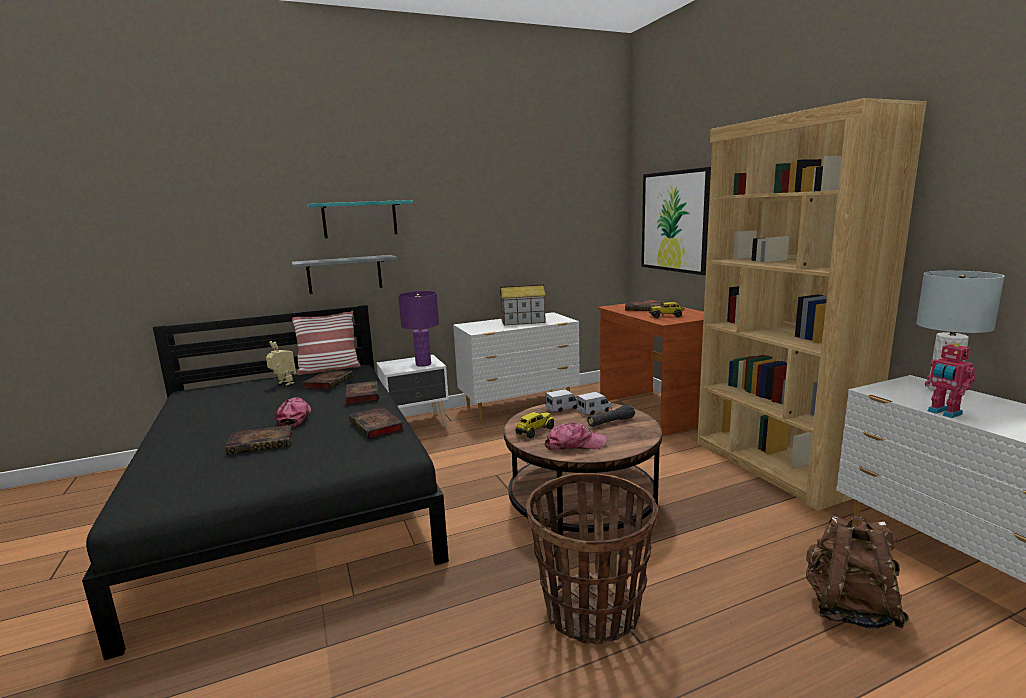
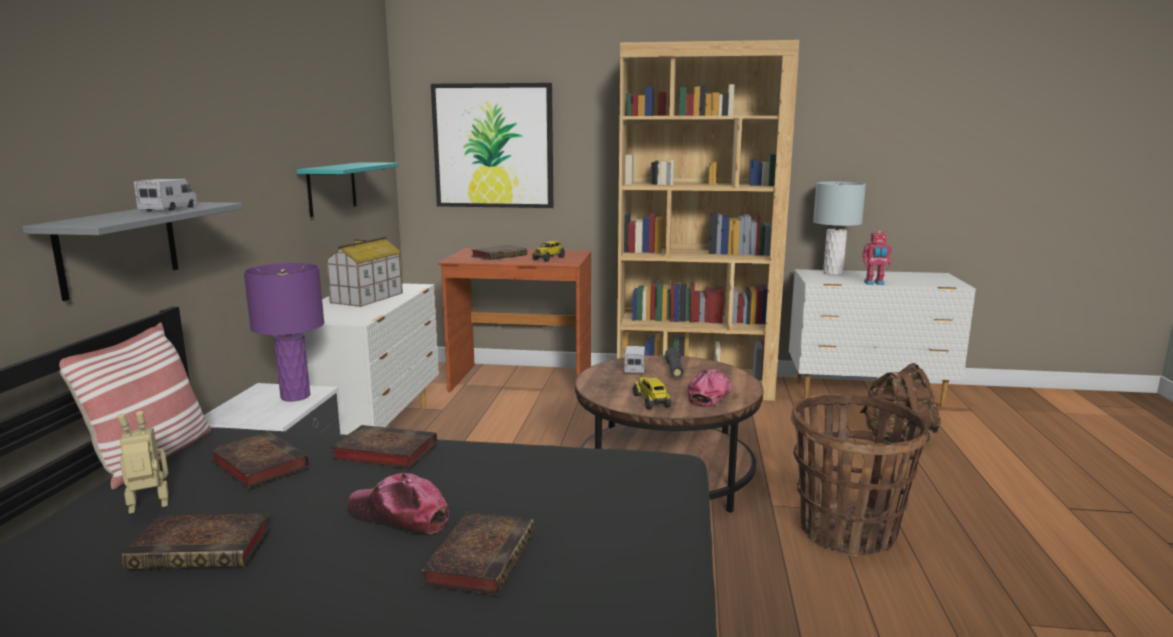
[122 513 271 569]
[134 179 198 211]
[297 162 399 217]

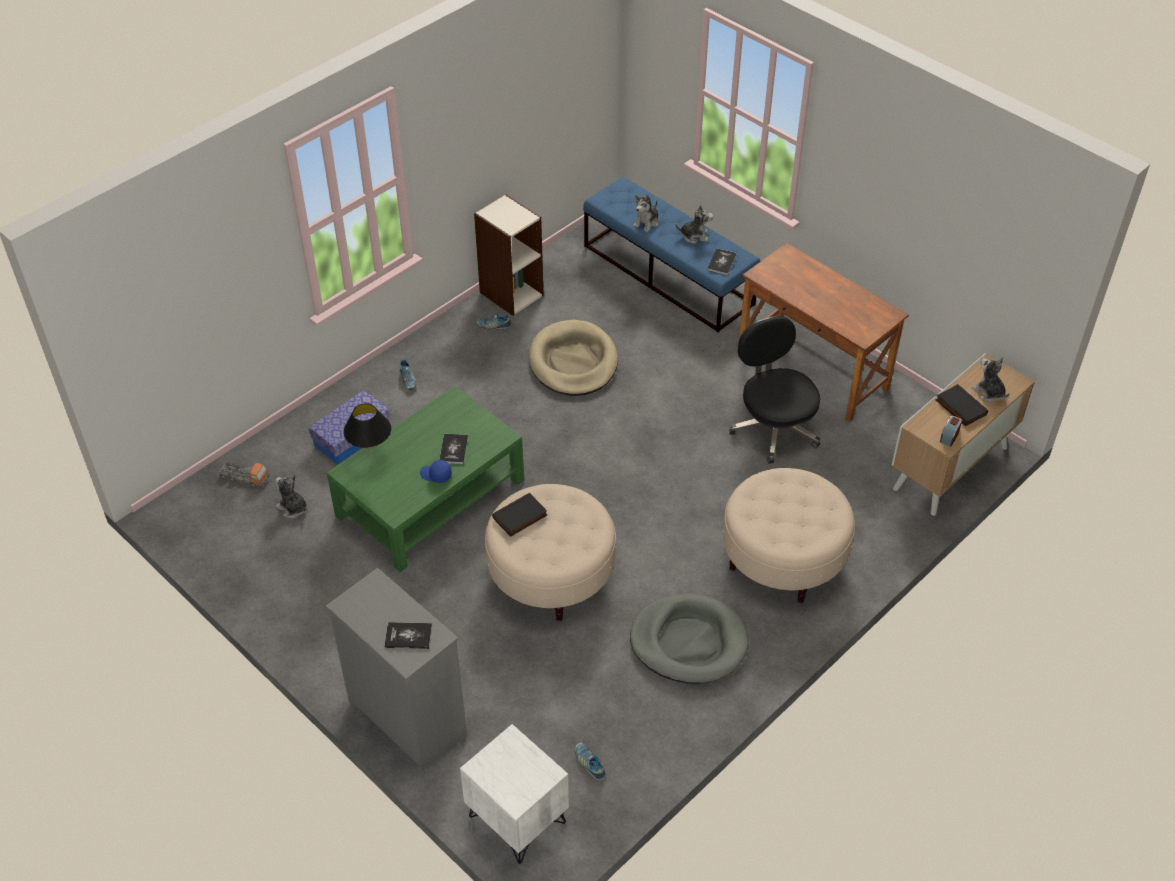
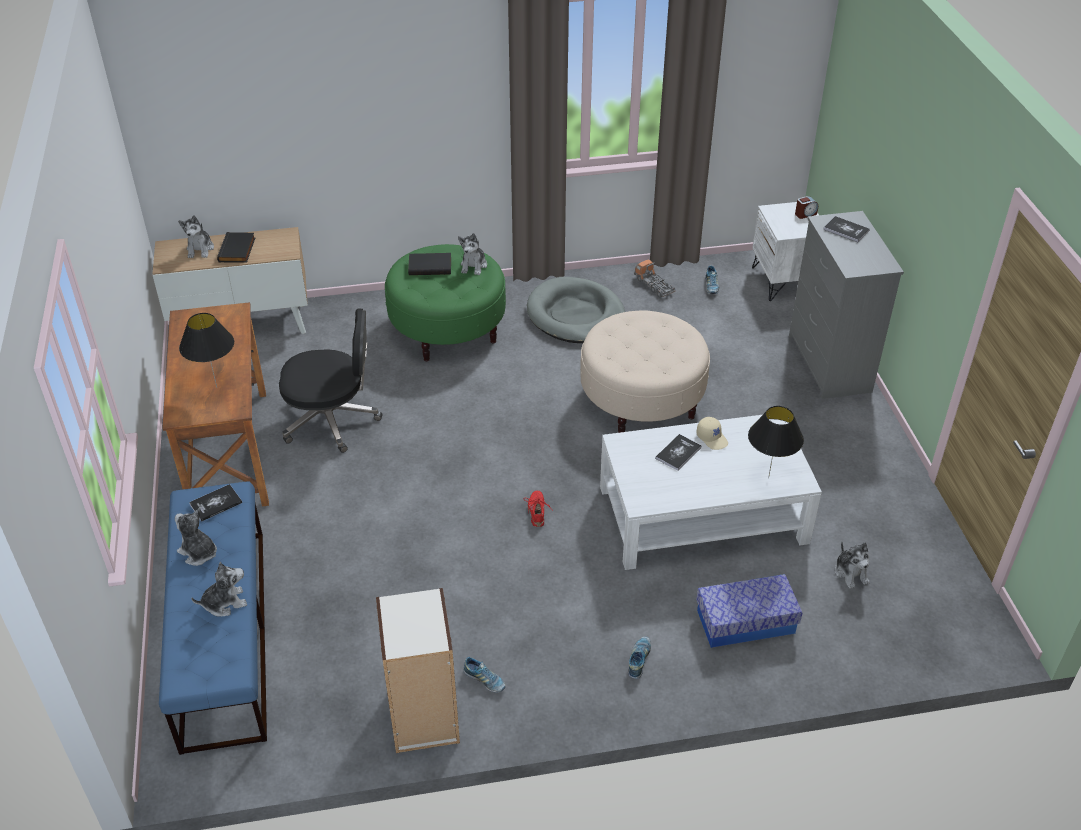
[179 313 234 387]
[279 308 383 453]
[385 244 506 361]
[408 253 451 275]
[458 233 487 275]
[525 490 550 527]
[600 415 822 570]
[634 259 676 298]
[697 417 728 450]
[795 196 818 219]
[529 320 618 396] (first image)

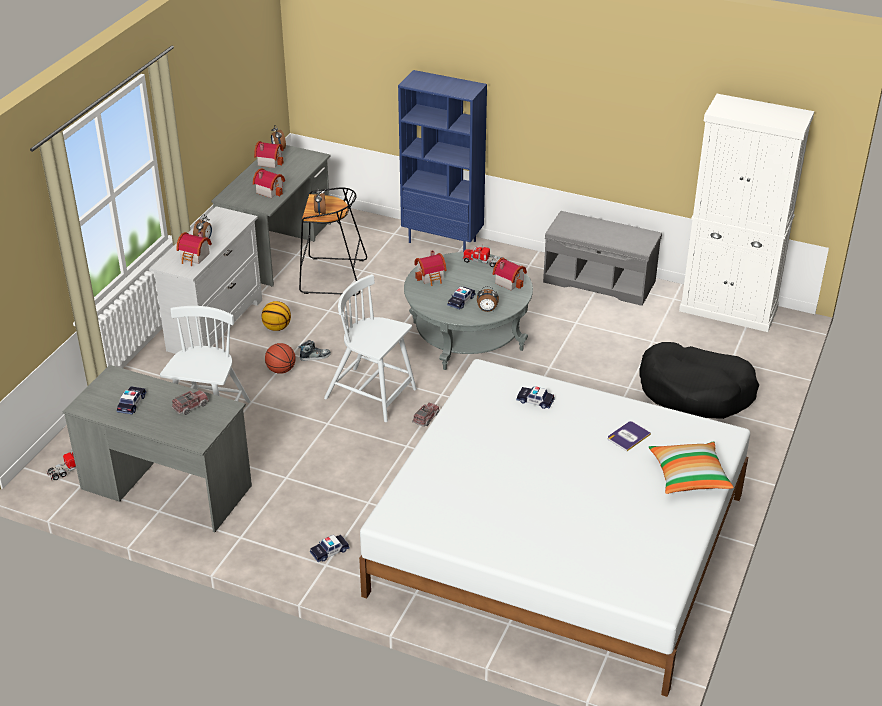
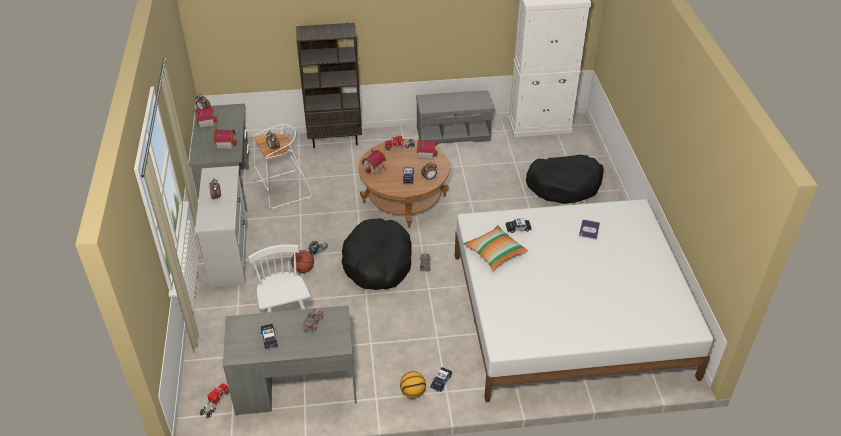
[253 124 312 209]
[296 23 362 148]
[342 218 412 290]
[358 139 450 228]
[400 371 426 398]
[463 225 528 270]
[176 232 212 266] (first image)

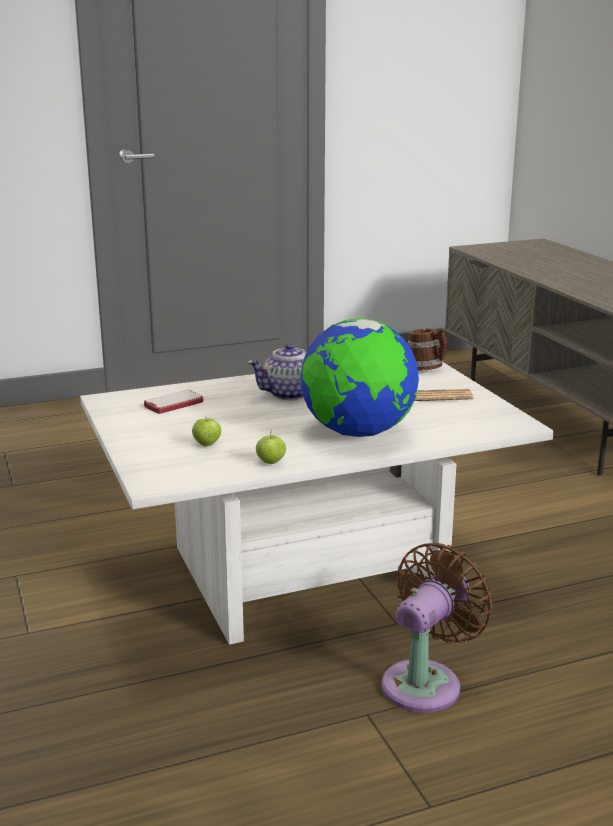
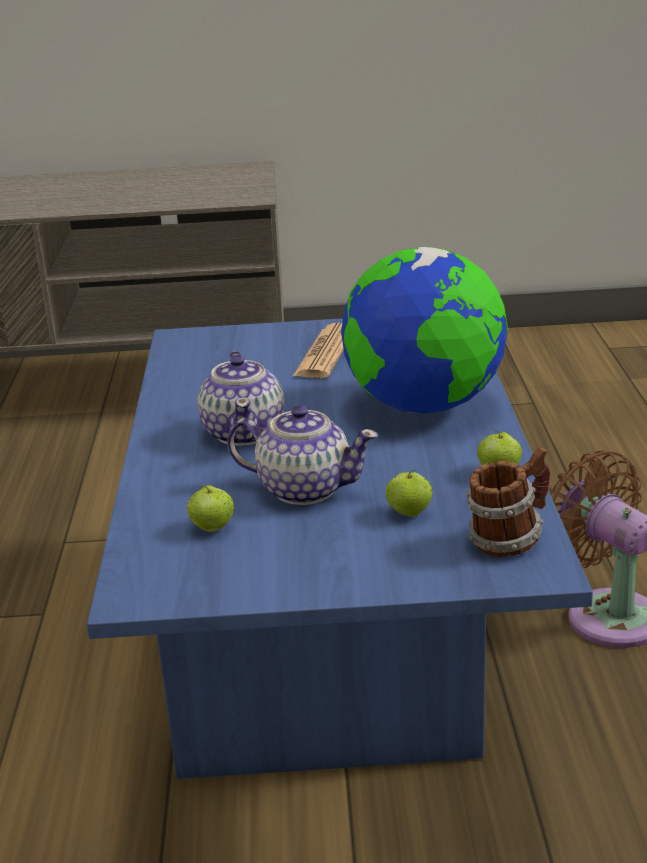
[87 318 593 779]
[187 485 234 532]
[227 405 378 505]
[466 447 550 557]

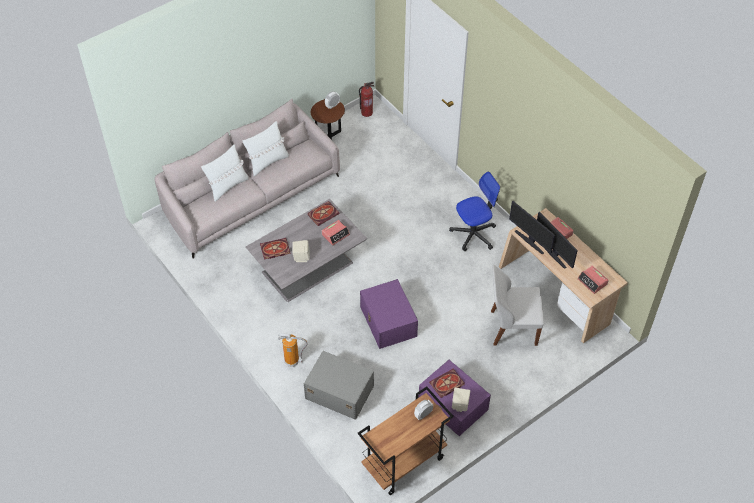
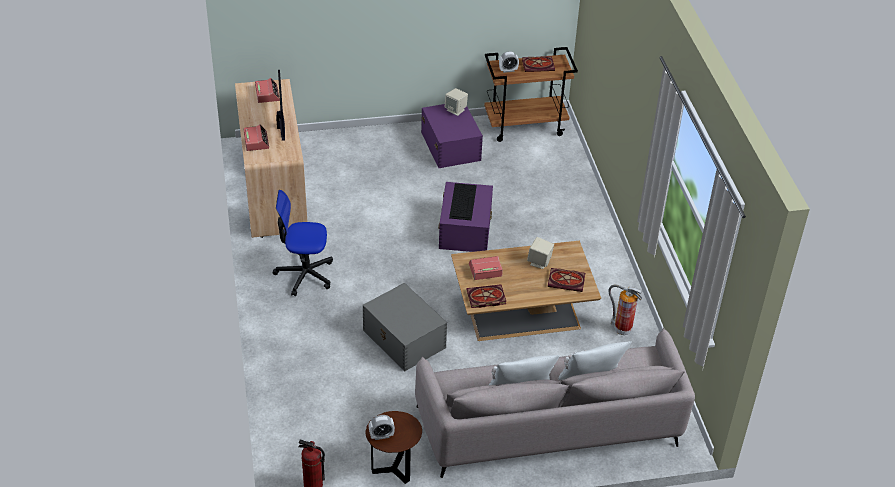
[363 283 447 371]
[449 183 477 220]
[451 241 601 341]
[522 56 555 72]
[609 285 643 335]
[491 265 544 346] (first image)
[509 201 555 254] (first image)

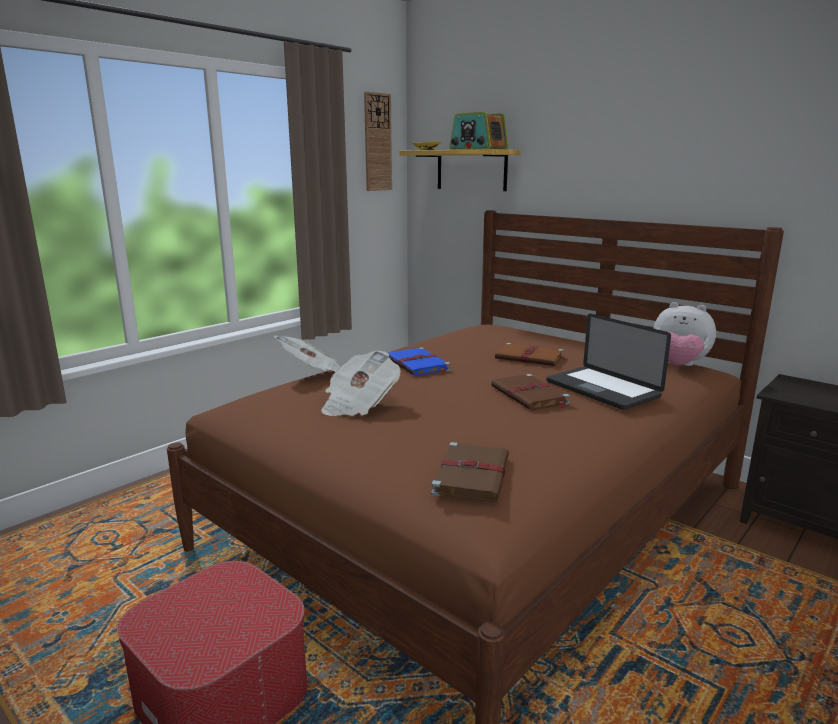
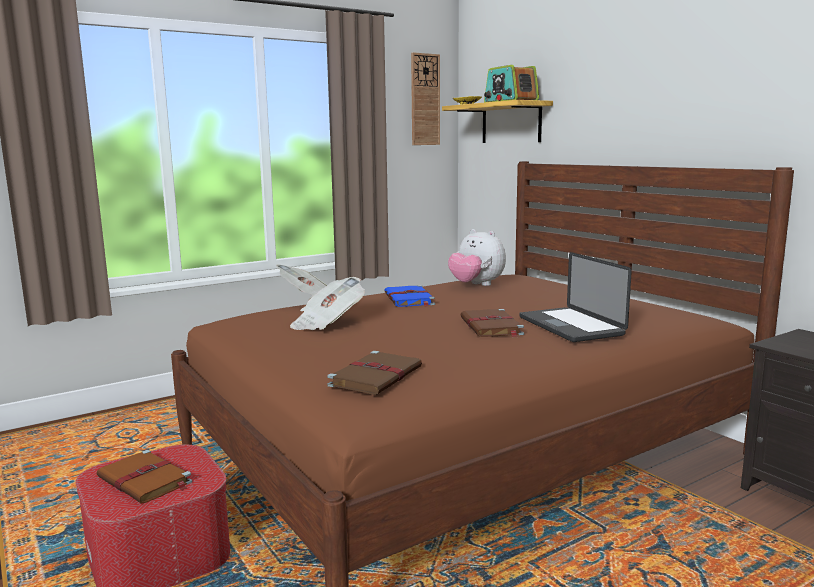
[97 450 192 503]
[448 229 506 286]

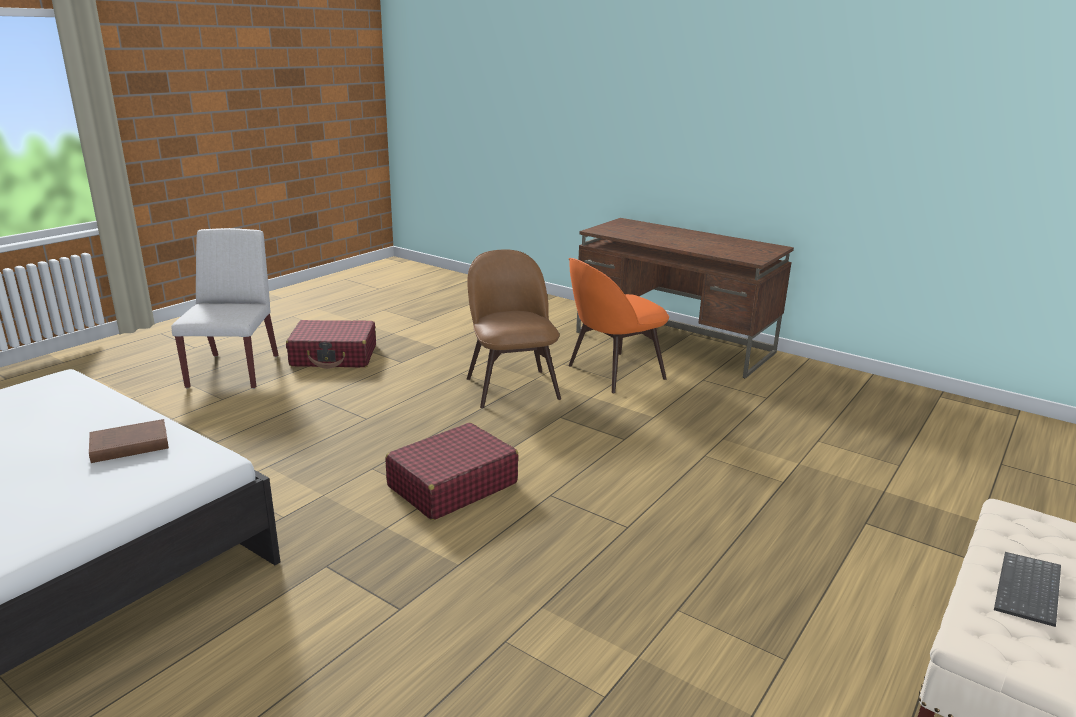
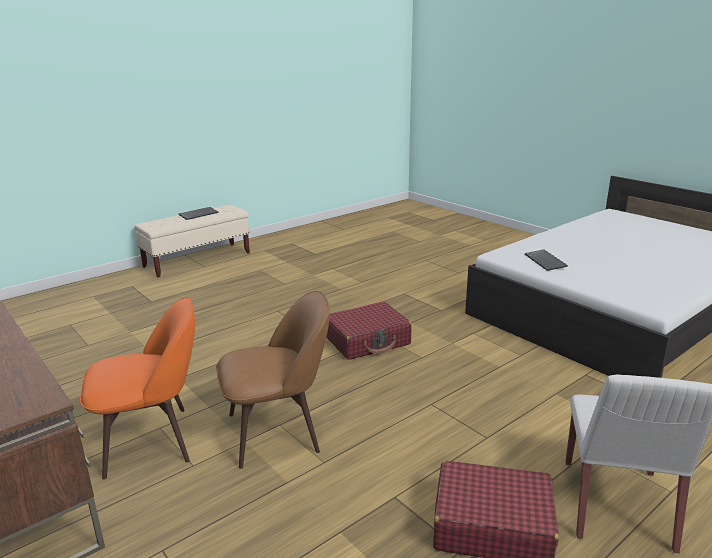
[216 291 330 469]
[525 249 568 271]

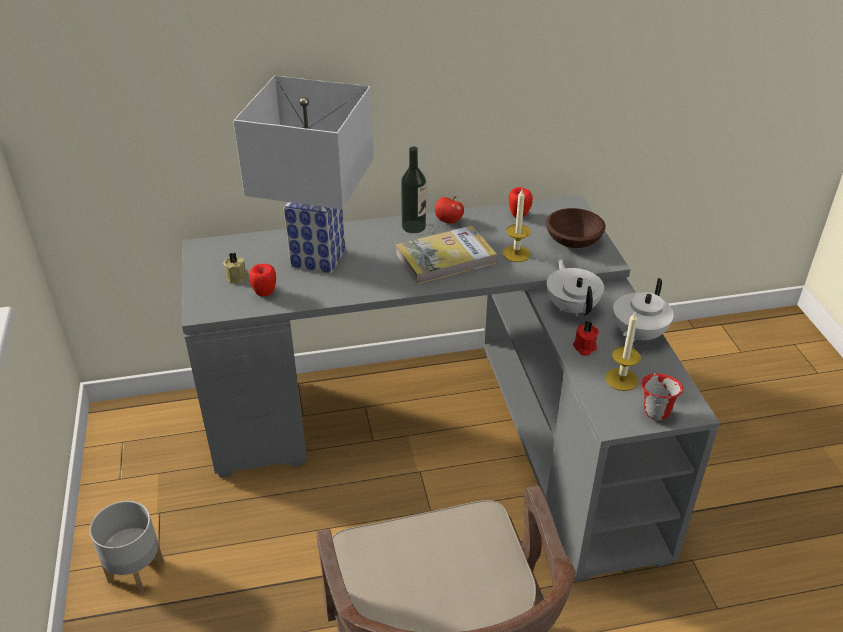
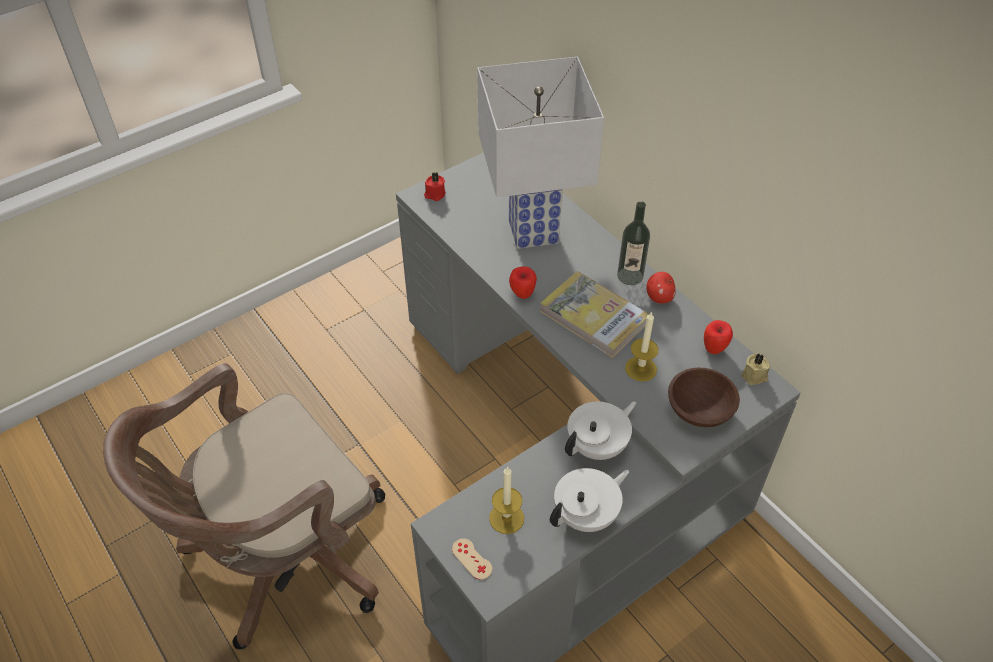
[424 172 445 201]
[452 539 492 580]
[509 267 537 299]
[550 468 629 532]
[741 354 770 385]
[90 501 164 594] (first image)

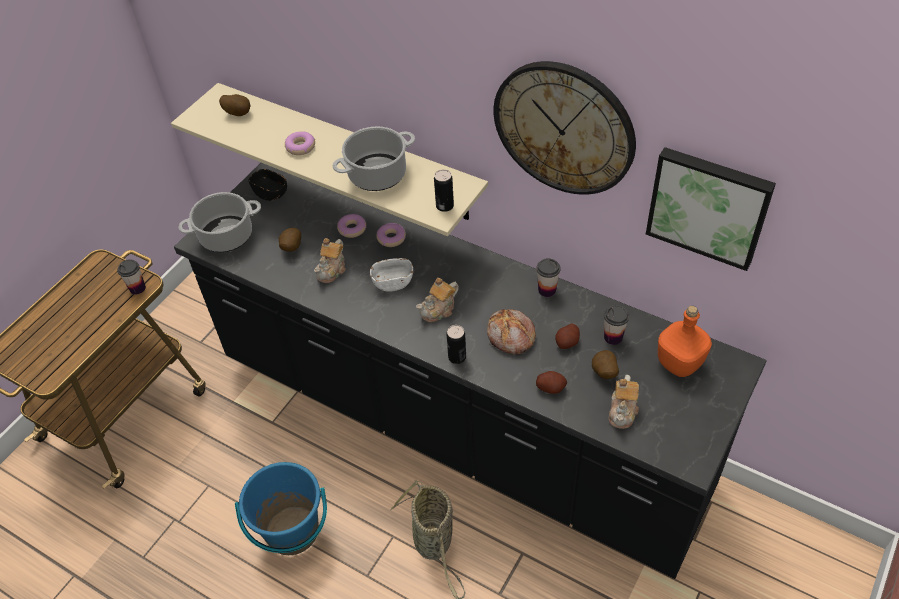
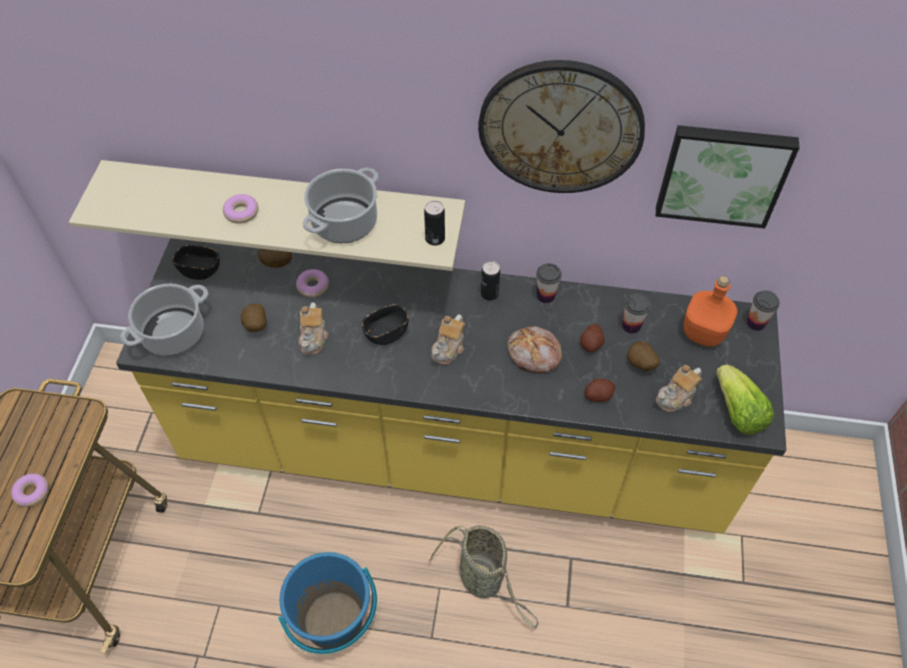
[11 473 49 507]
[116 238 786 533]
[258 249 292 268]
[362 304 409 345]
[481 261 500 301]
[656 365 702 412]
[716 364 774 435]
[747 290 780 331]

